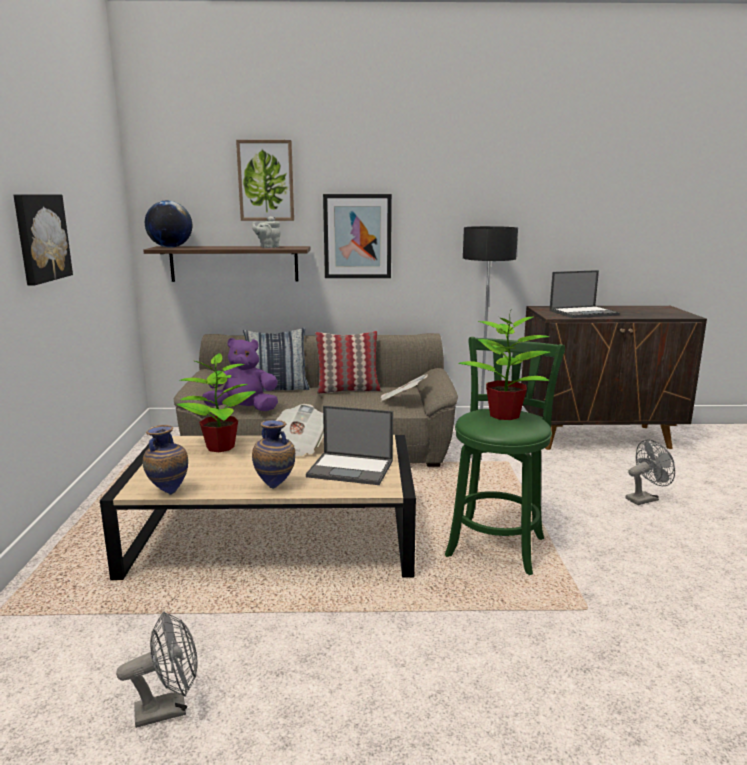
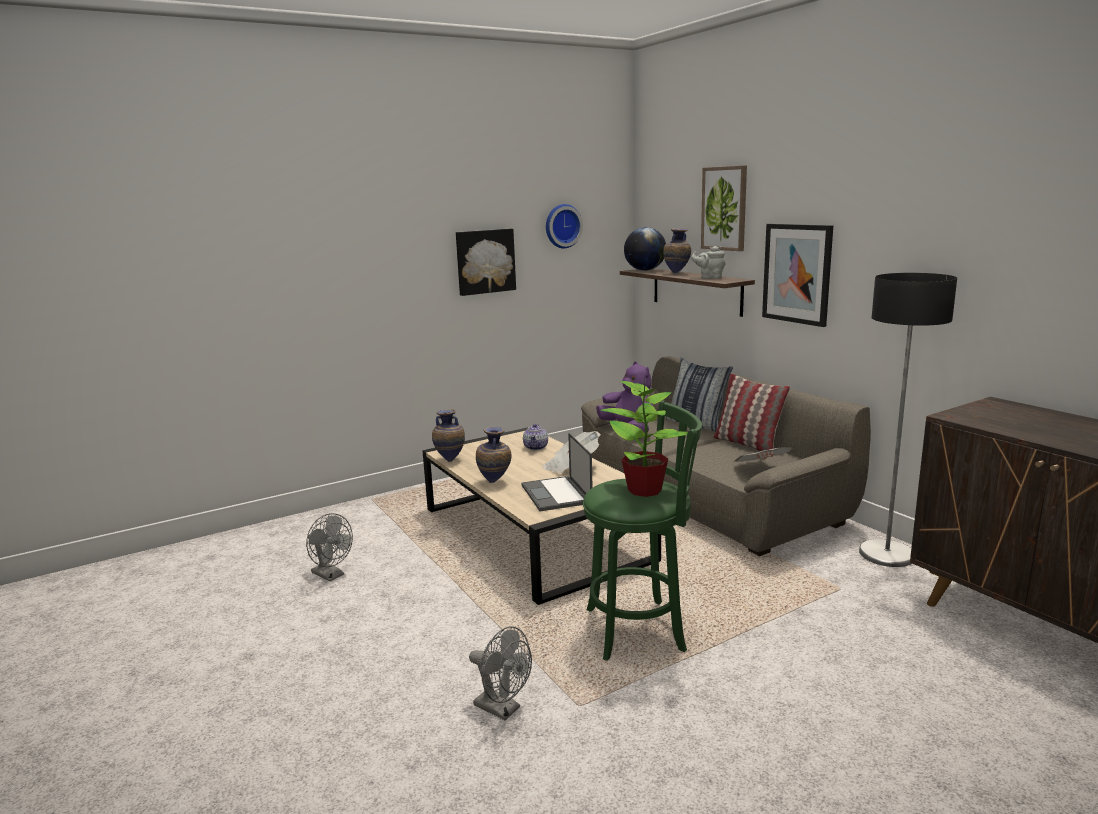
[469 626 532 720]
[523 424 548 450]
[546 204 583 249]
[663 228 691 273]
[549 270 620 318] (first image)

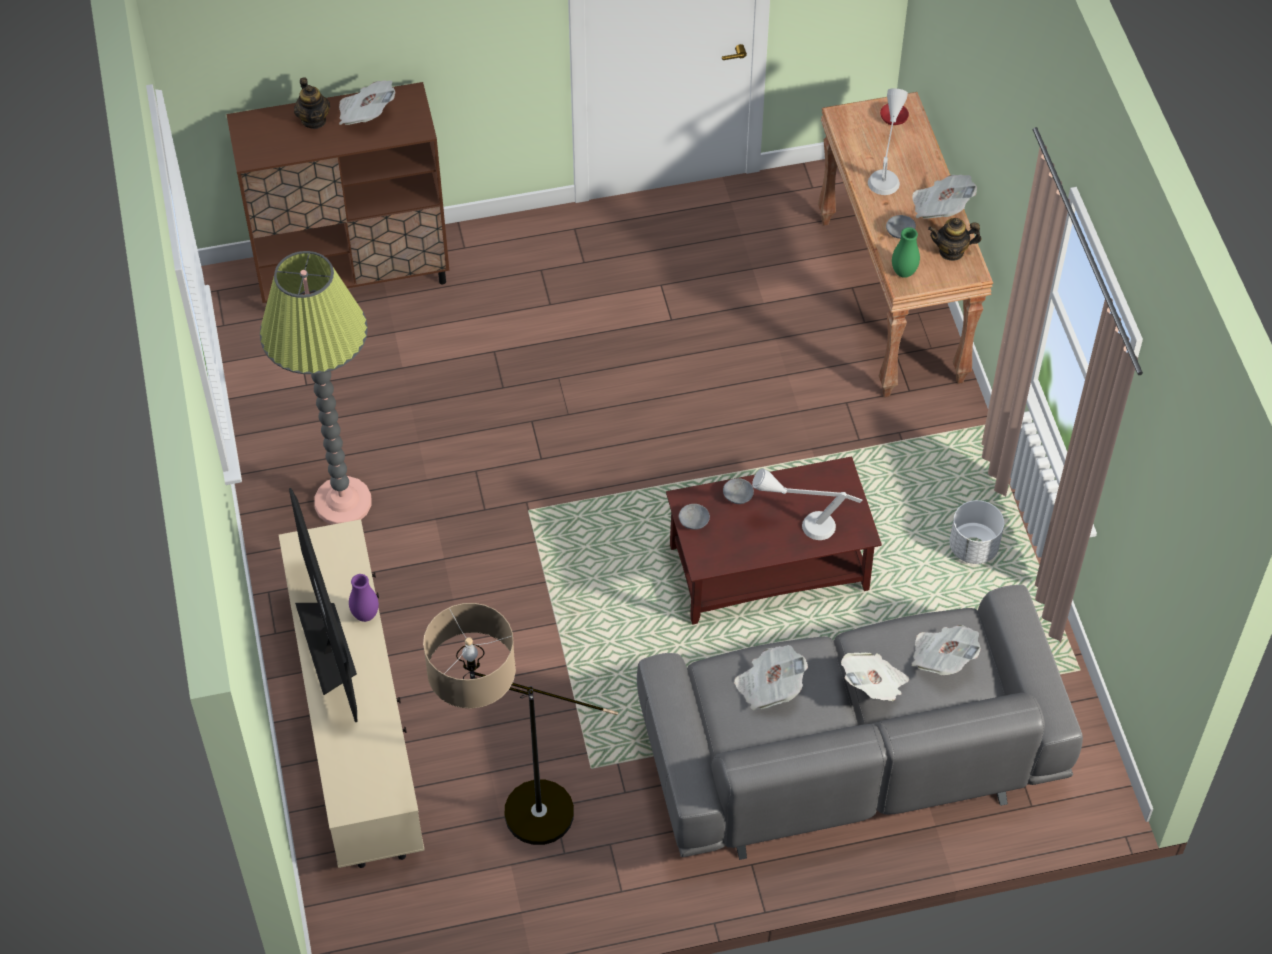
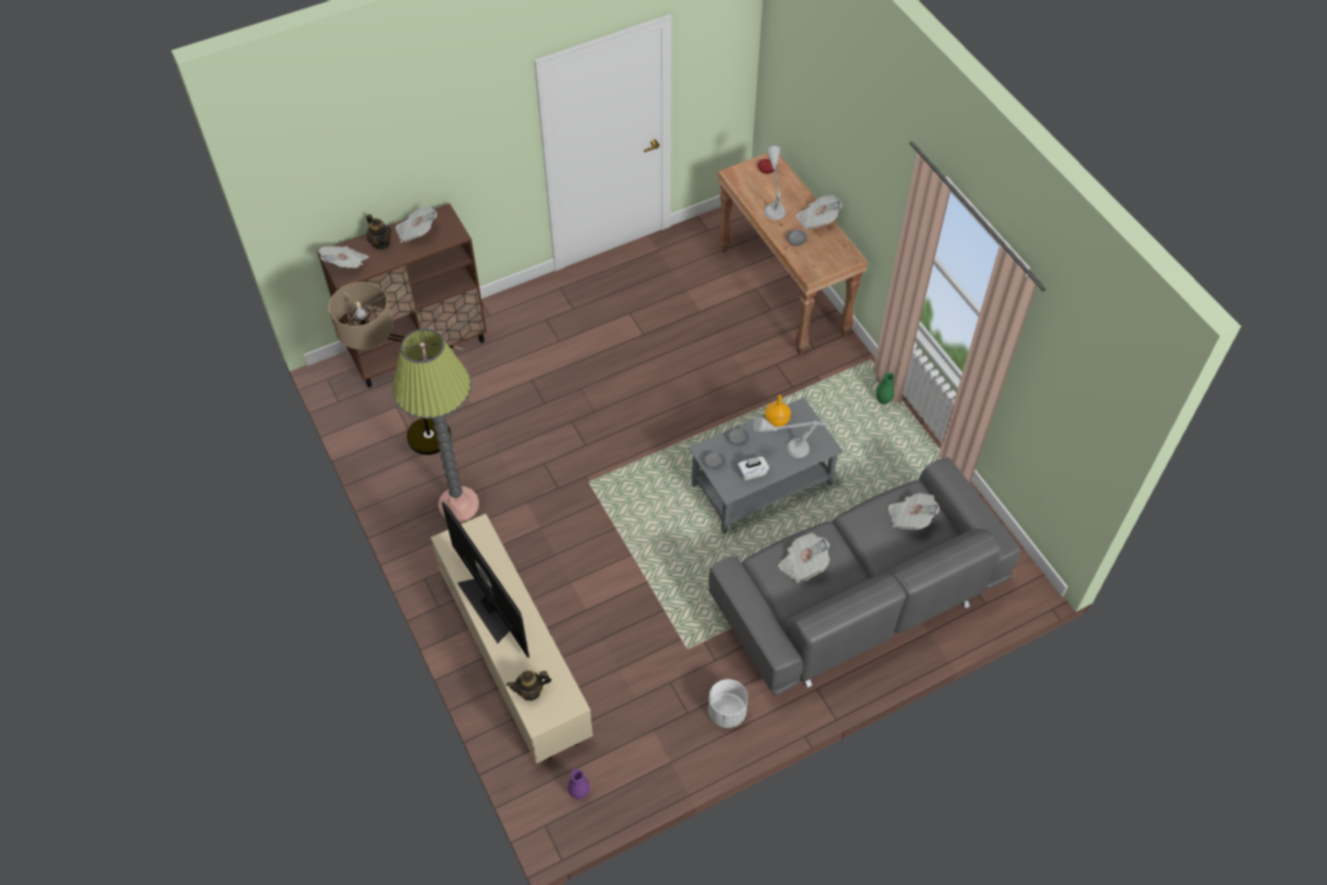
[318 246 369 268]
[329 282 464 455]
[507 670 552 701]
[568 769 590 799]
[688 397 843 534]
[708 679 748 728]
[738 457 769 480]
[765 395 791 427]
[876 372 894 404]

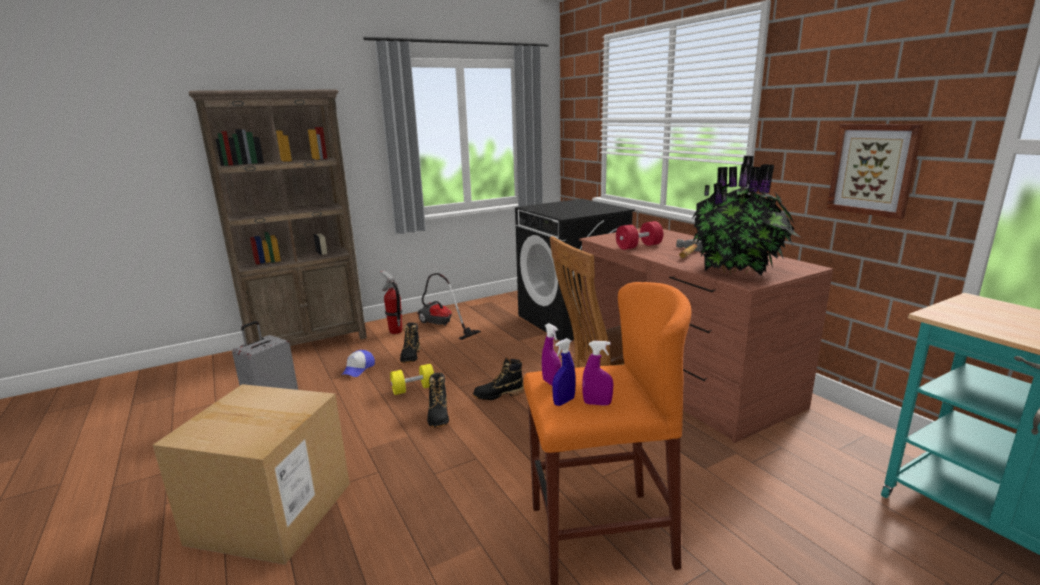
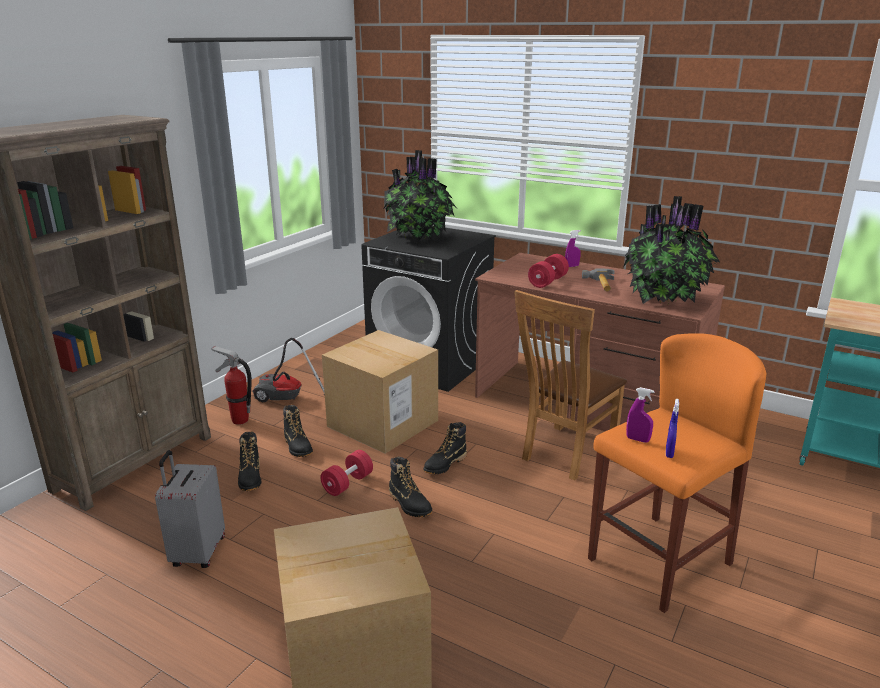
[238 431 261 491]
[320 450 373 496]
[322 330 438 454]
[384 150 457 241]
[565 230 581 267]
[827 124 924 219] (first image)

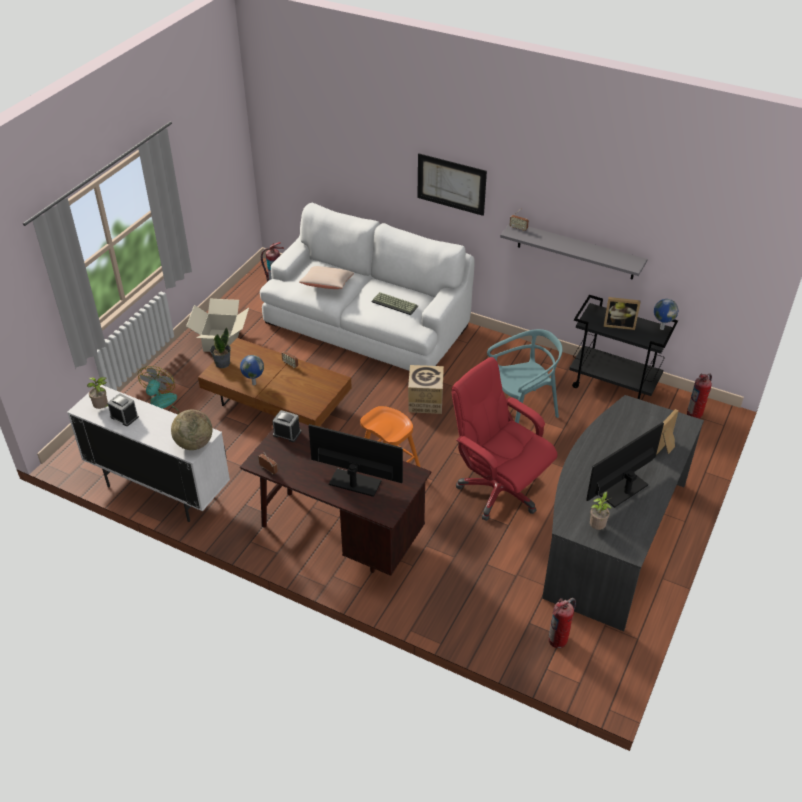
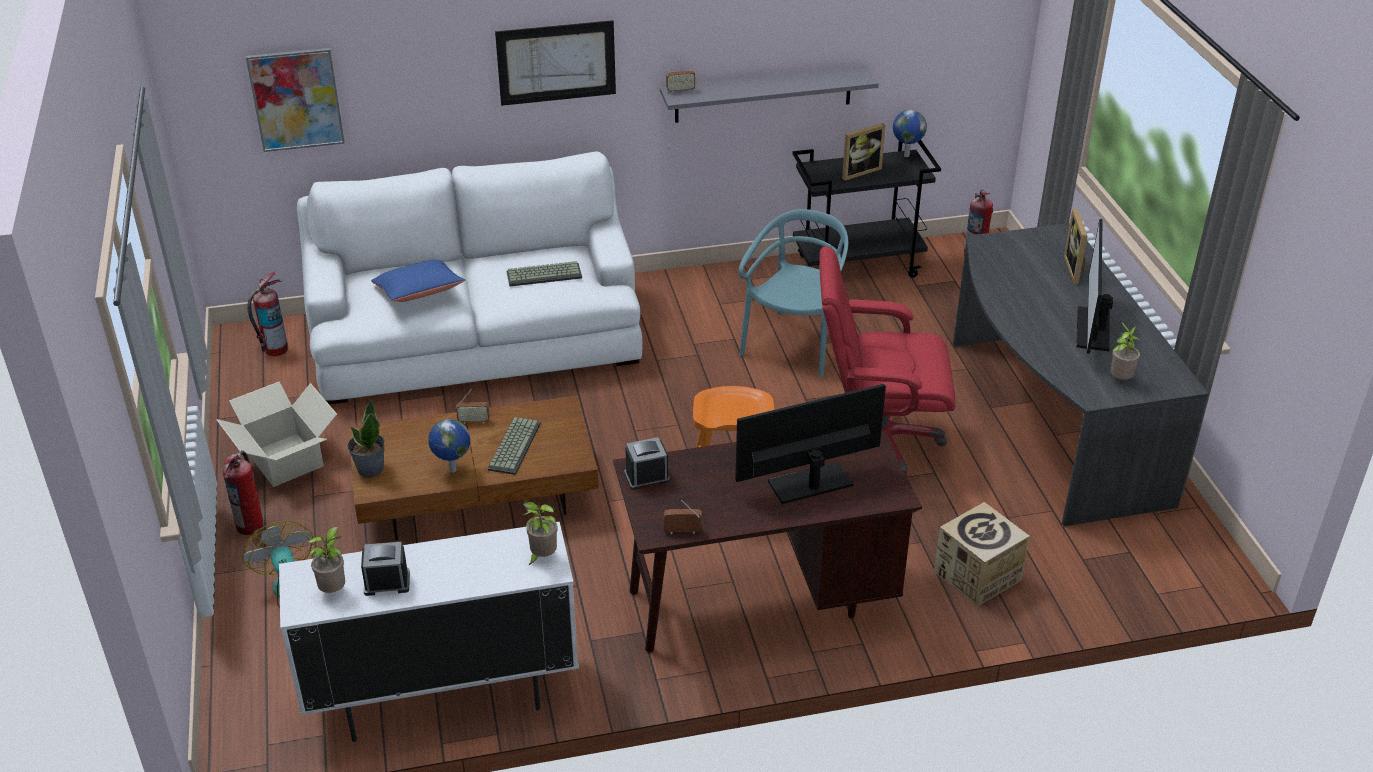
[223 450 263 535]
[246 48 345 152]
[371 260 465 302]
[488 417 541 475]
[522 502 557 565]
[934 502 1030 606]

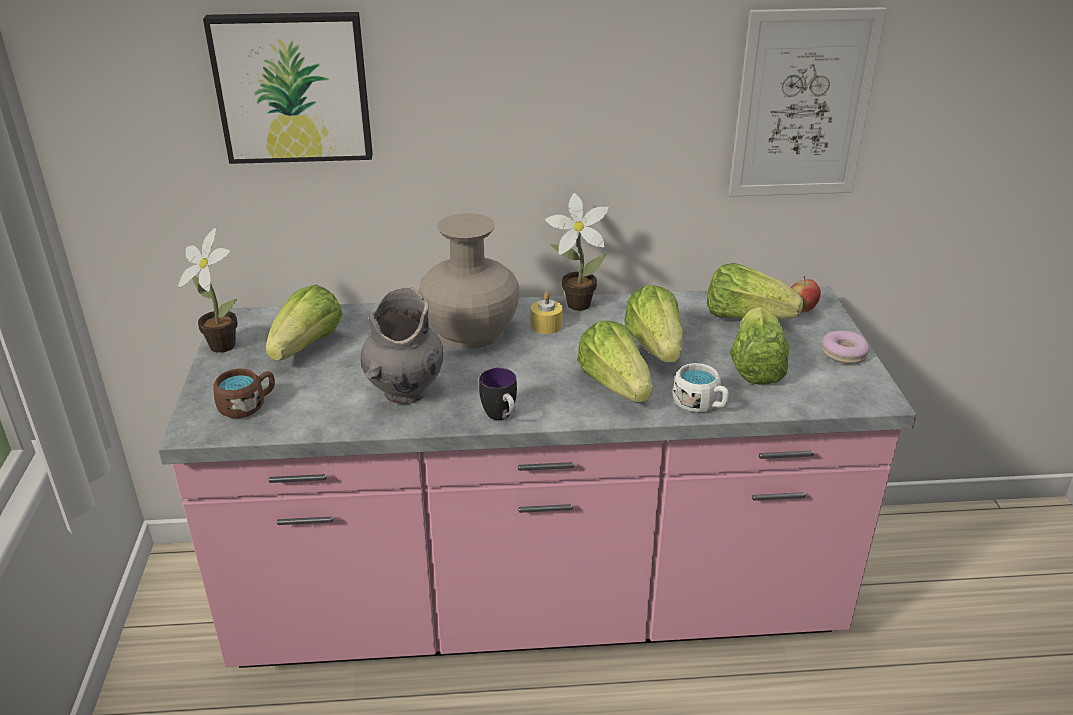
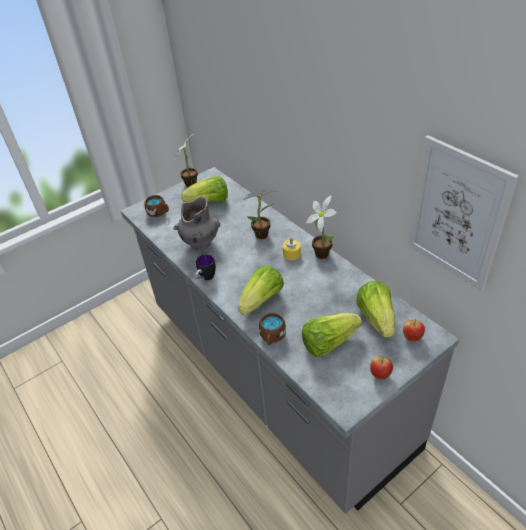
[121 167 459 514]
[243 190 278 239]
[259 313 286 345]
[370 356 393 380]
[203 12 373 164] (first image)
[624 285 683 363] (first image)

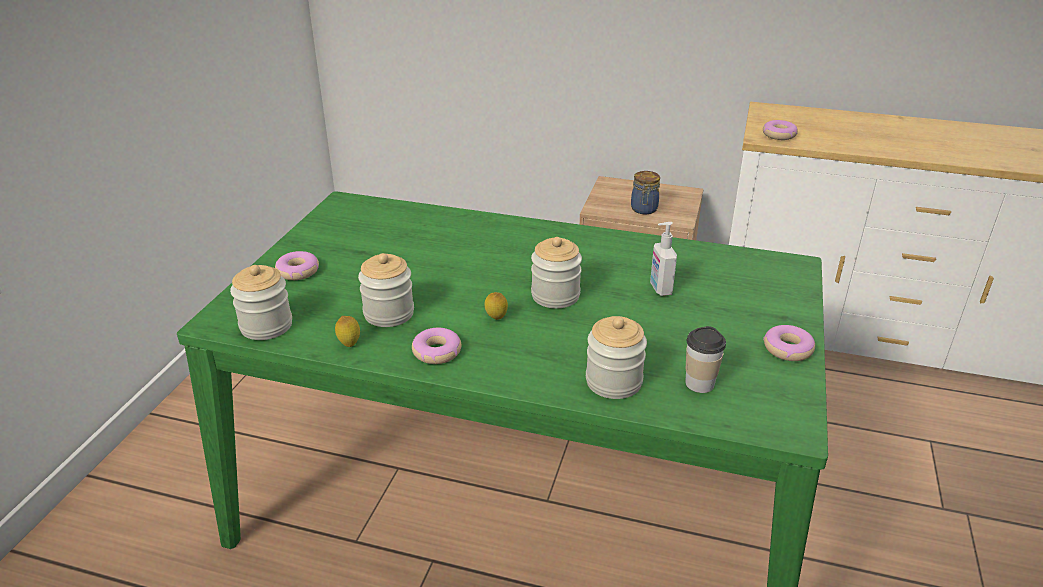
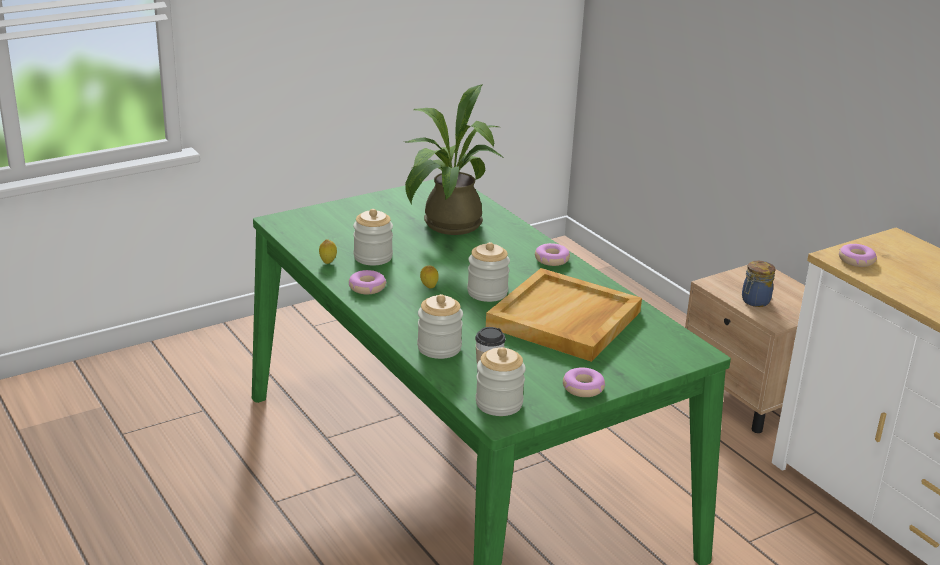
[405 85 504 235]
[476 347 526 416]
[486 268 642 362]
[535 243 570 266]

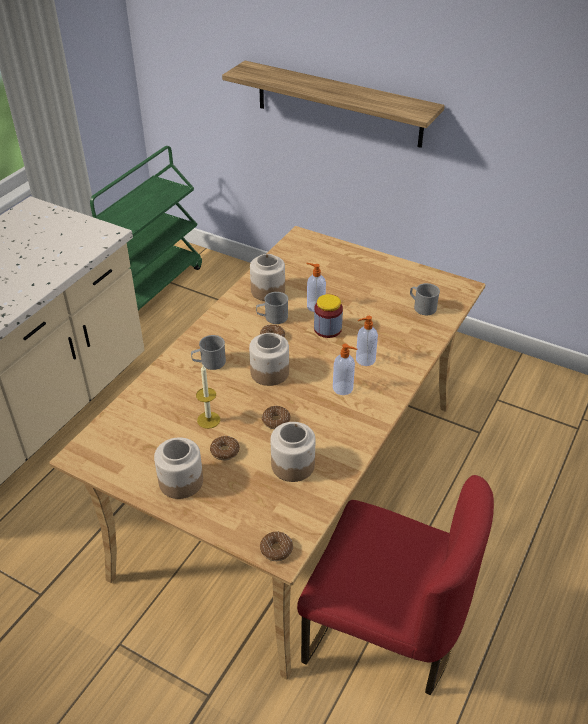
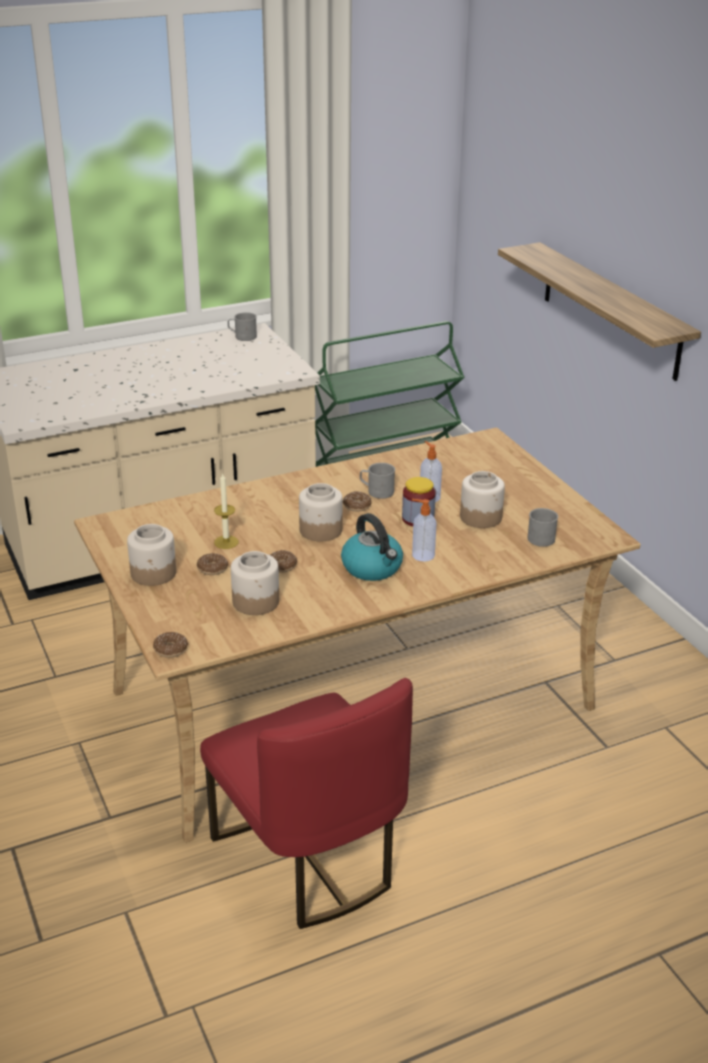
[228 312 257 341]
[341 513 403 581]
[460 471 505 528]

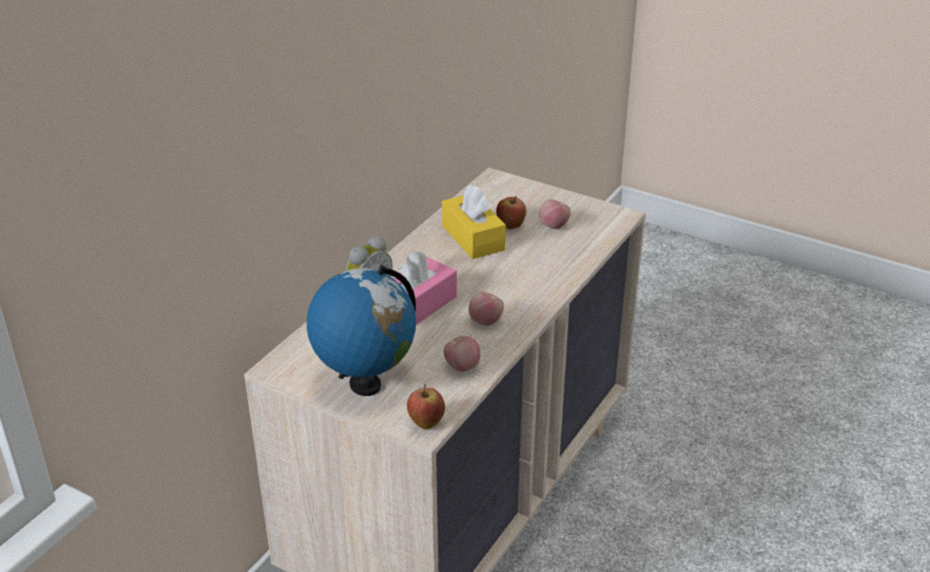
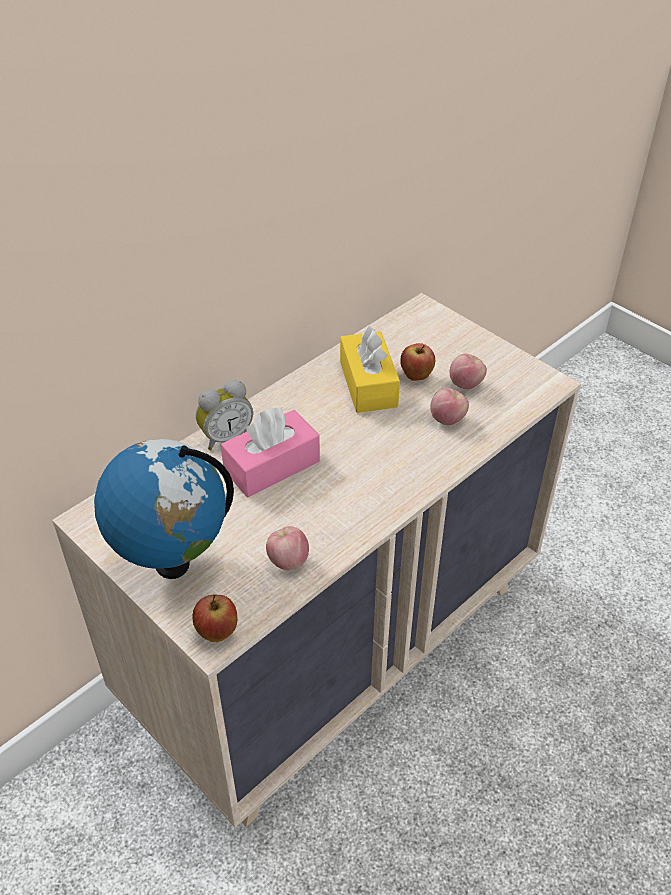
[430 388 469 425]

